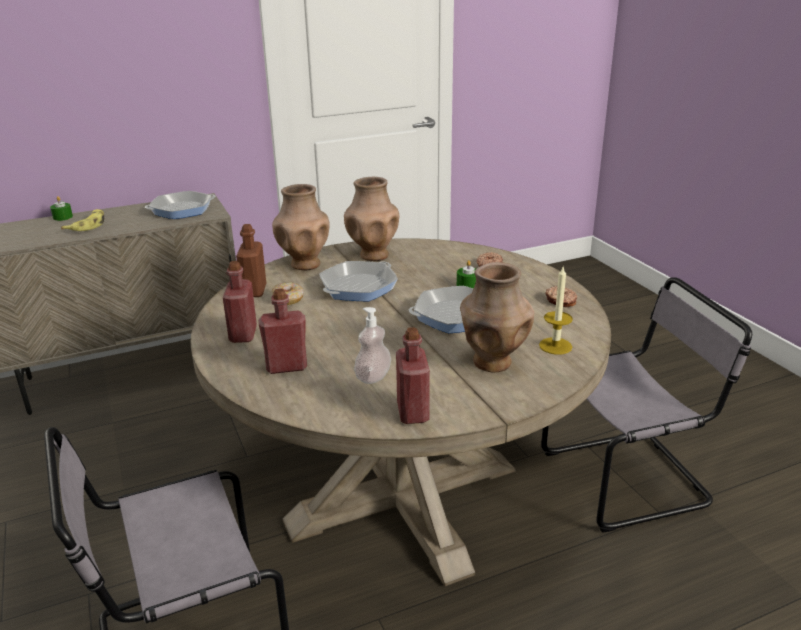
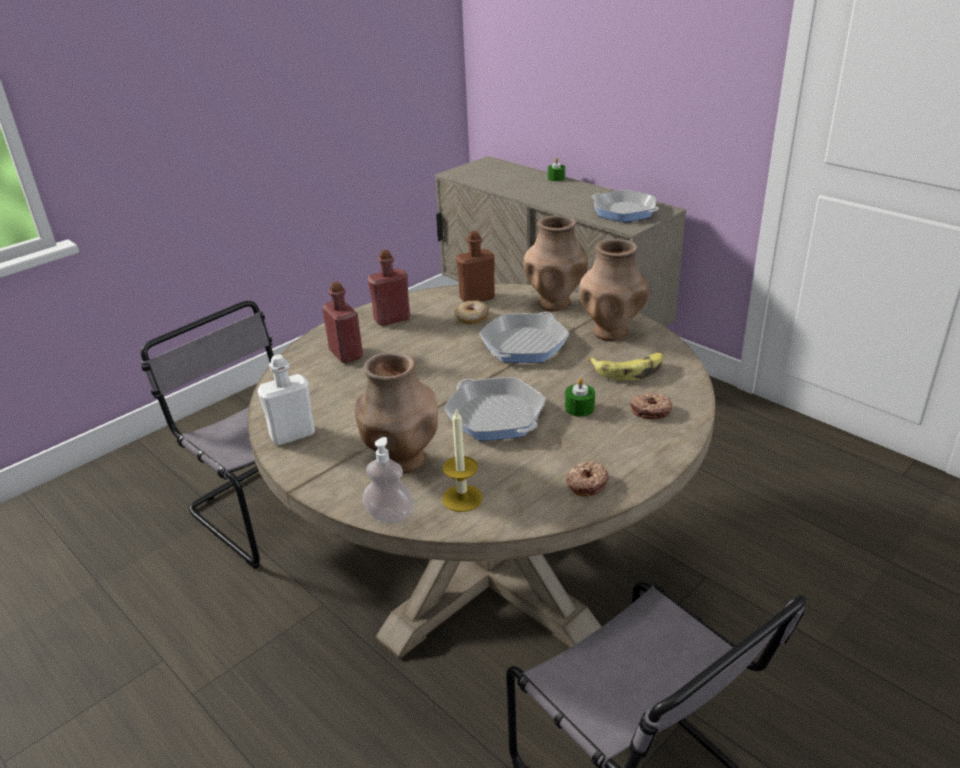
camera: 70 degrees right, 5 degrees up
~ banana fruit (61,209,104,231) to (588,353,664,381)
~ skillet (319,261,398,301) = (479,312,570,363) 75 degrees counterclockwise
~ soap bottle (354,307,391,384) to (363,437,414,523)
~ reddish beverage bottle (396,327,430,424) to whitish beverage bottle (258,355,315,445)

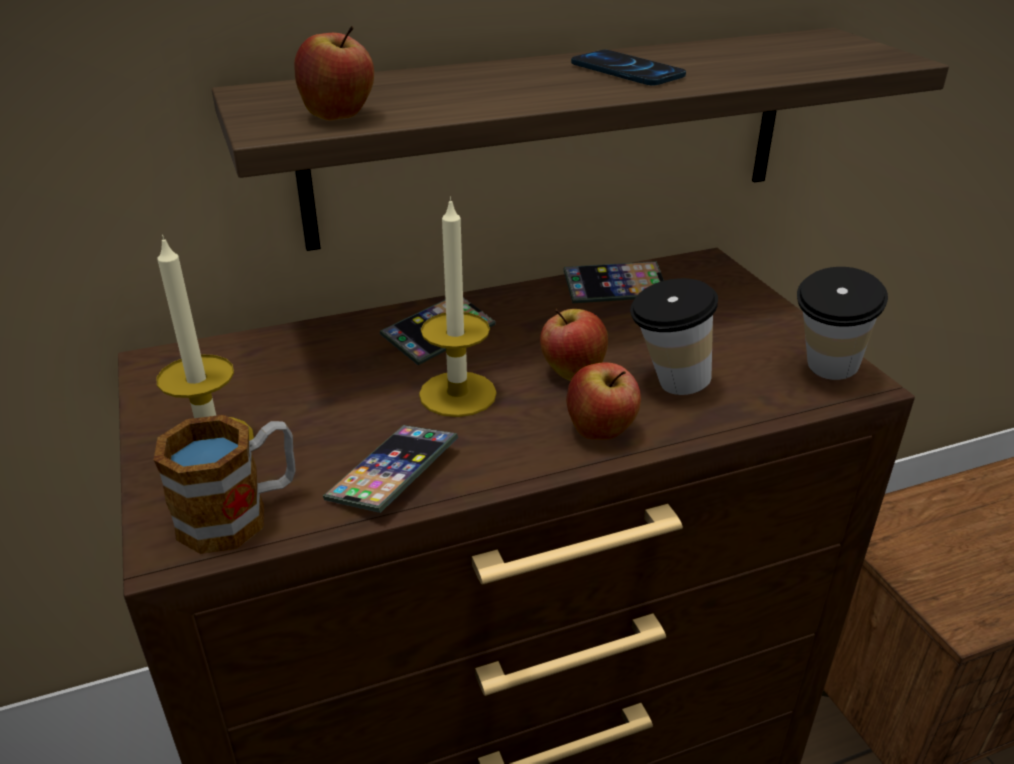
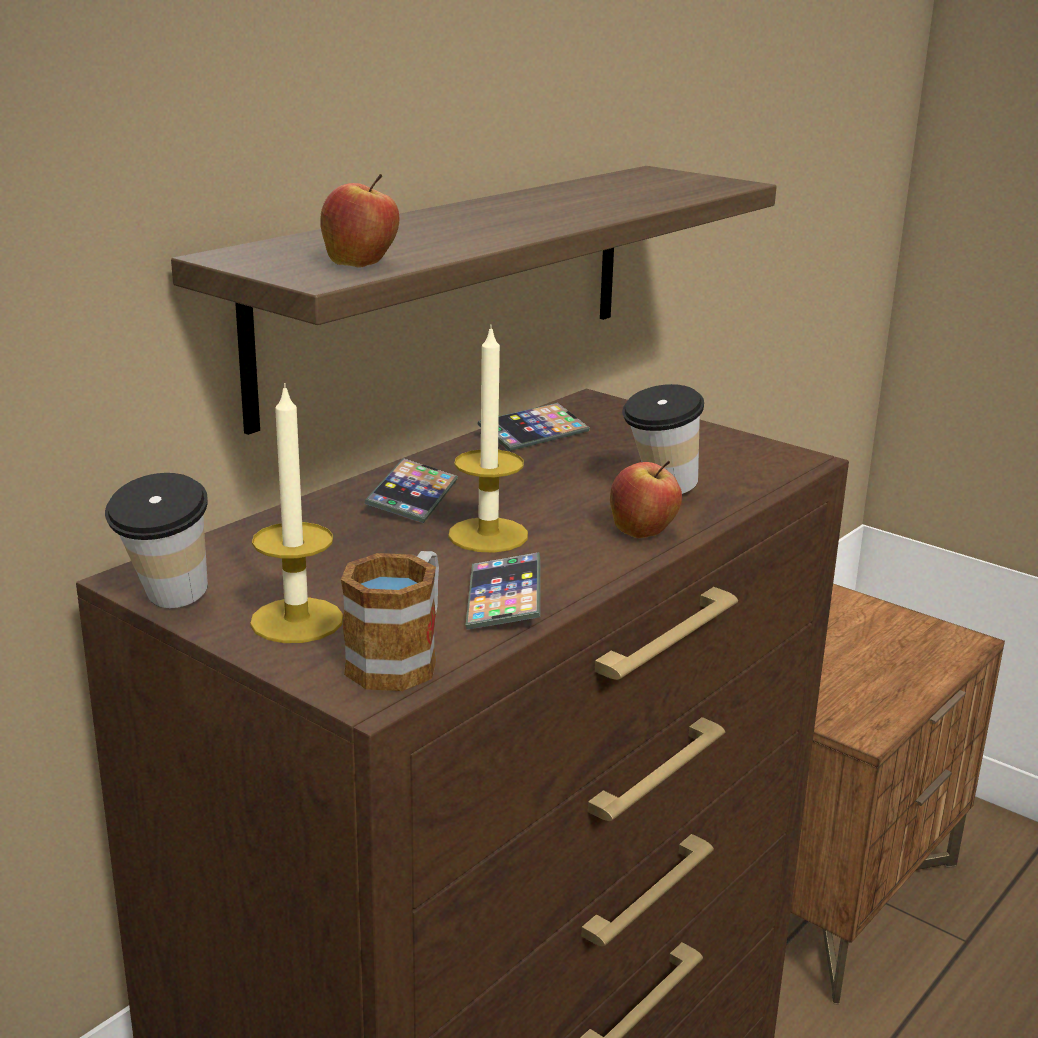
camera: 30 degrees left, 10 degrees down
- phone (571,50,686,86)
~ drinking cup (797,267,888,380) to (105,473,208,608)
- whole apple (540,309,608,381)

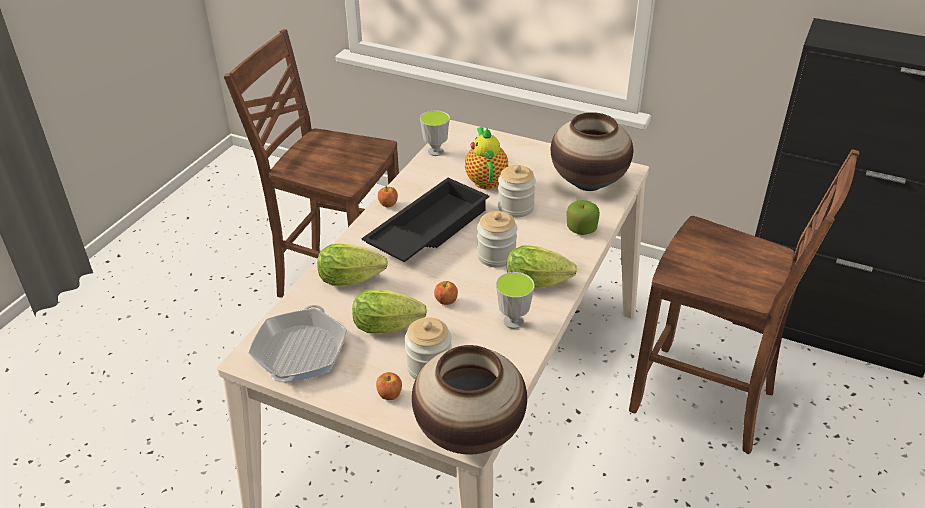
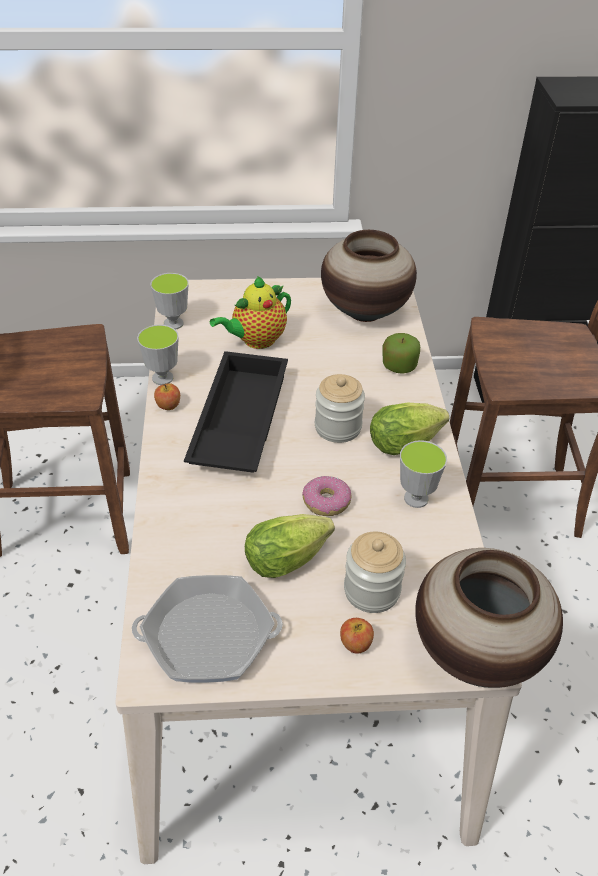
camera: 30 degrees left, 5 degrees up
~ teapot (465,127,508,189) = (210,276,291,349) 90 degrees counterclockwise
- storage jar (498,165,536,218)
- lettuce head (317,244,388,286)
~ whole apple (434,281,458,305) to ring doughnut (302,476,352,516)
~ skillet (248,305,347,383) = (132,575,283,683) 75 degrees counterclockwise
+ drinking cup (137,325,179,385)

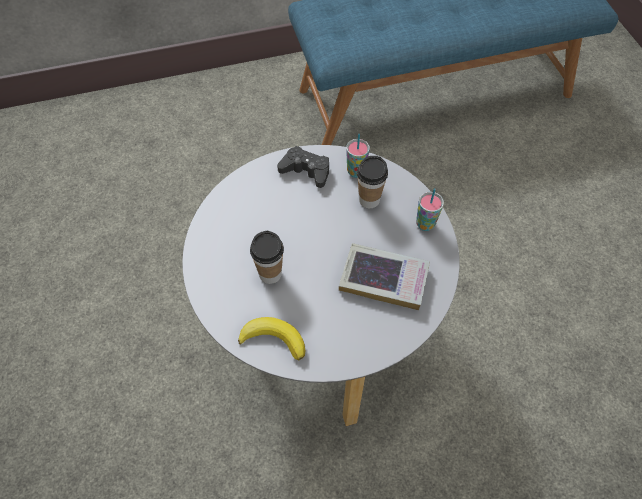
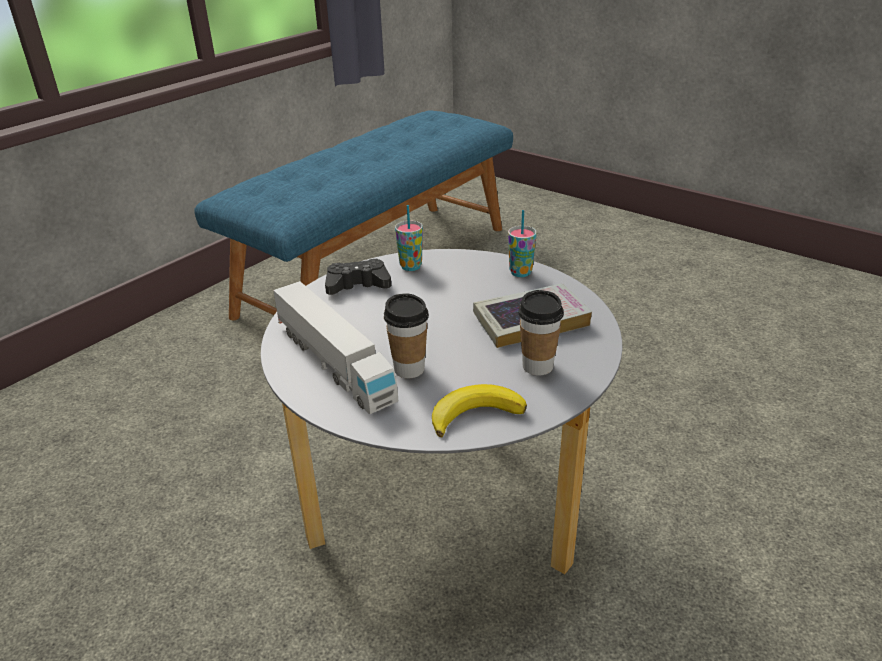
camera: 35 degrees left, 25 degrees down
~ drinking cup (357,156,388,208) to (518,290,564,376)
+ model truck (273,281,398,414)

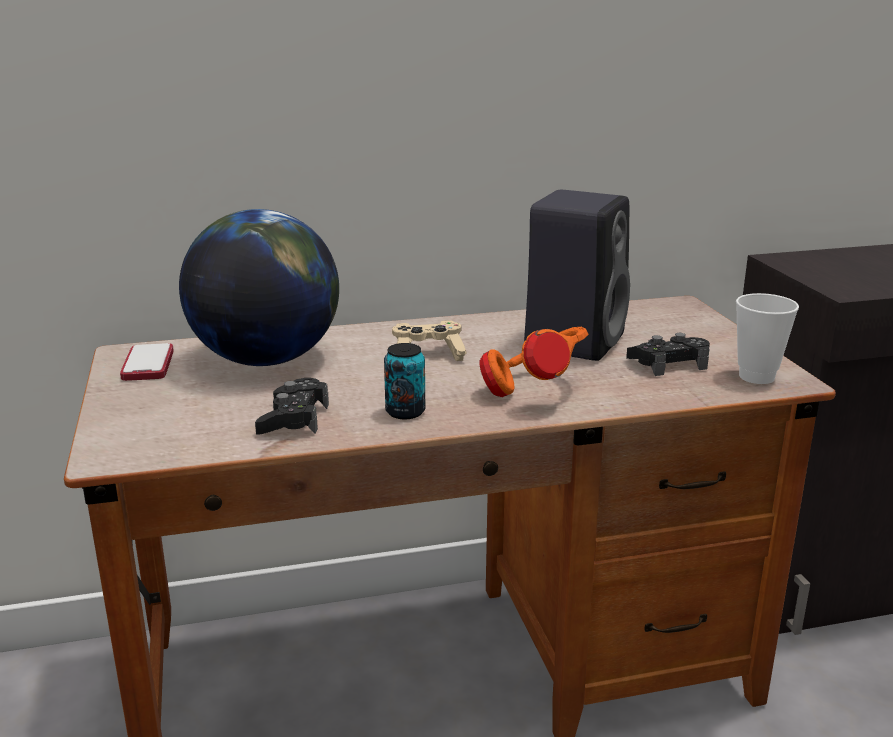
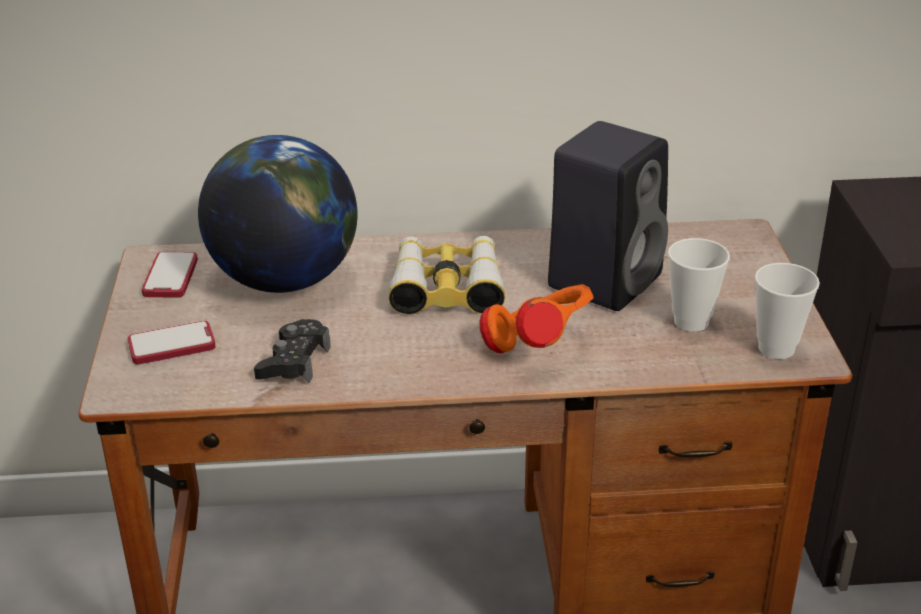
camera: 10 degrees right, 10 degrees up
~ beige-coloured game controller (392,320,467,361) to field glasses (388,236,505,315)
~ black game controller (626,333,710,376) to drinking cup (668,238,730,332)
- can (384,343,425,419)
+ phone (128,321,216,364)

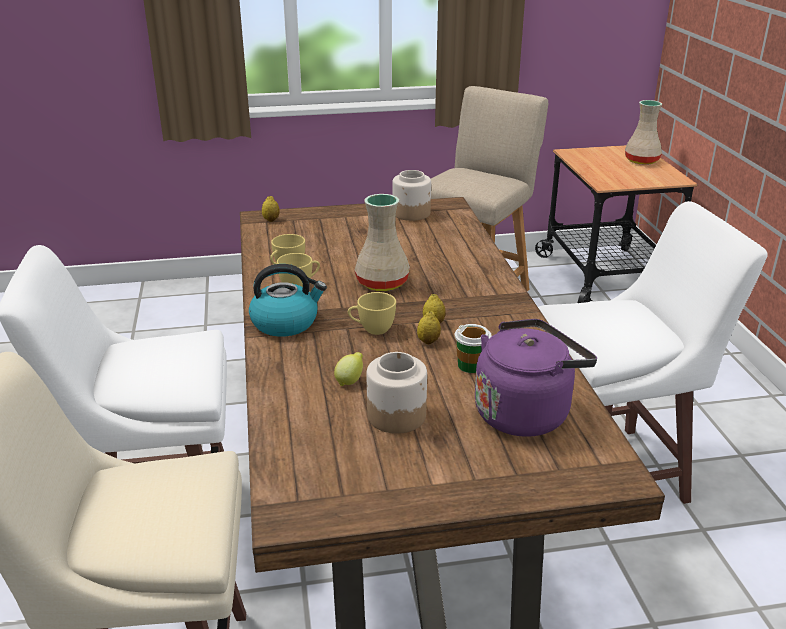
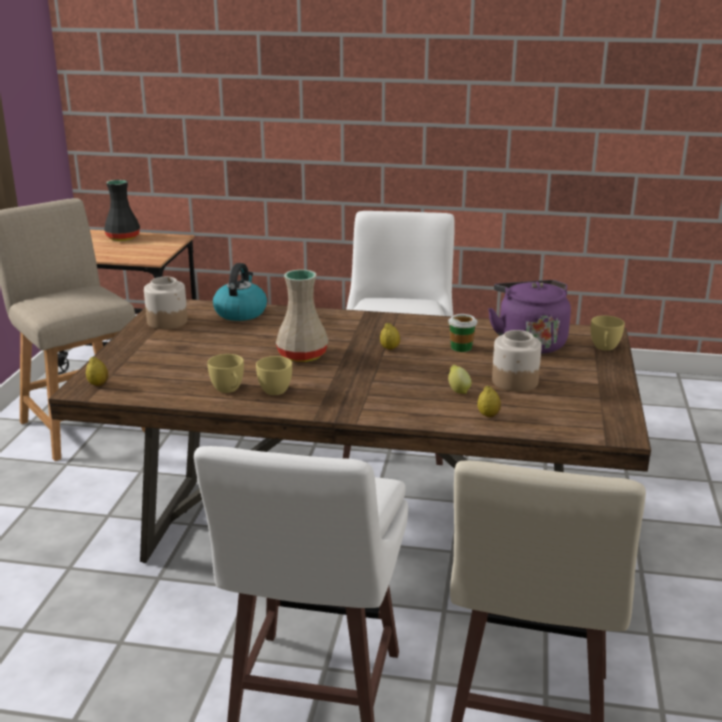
camera: 70 degrees left, 5 degrees down
~ beige-coloured vase (625,100,662,165) to black vase (104,180,140,241)
~ water kettle (249,264,327,337) to (213,263,267,321)
~ yellow drinking cup (348,292,396,335) to (591,315,625,351)
~ whole lemon (417,311,441,345) to (478,386,501,418)

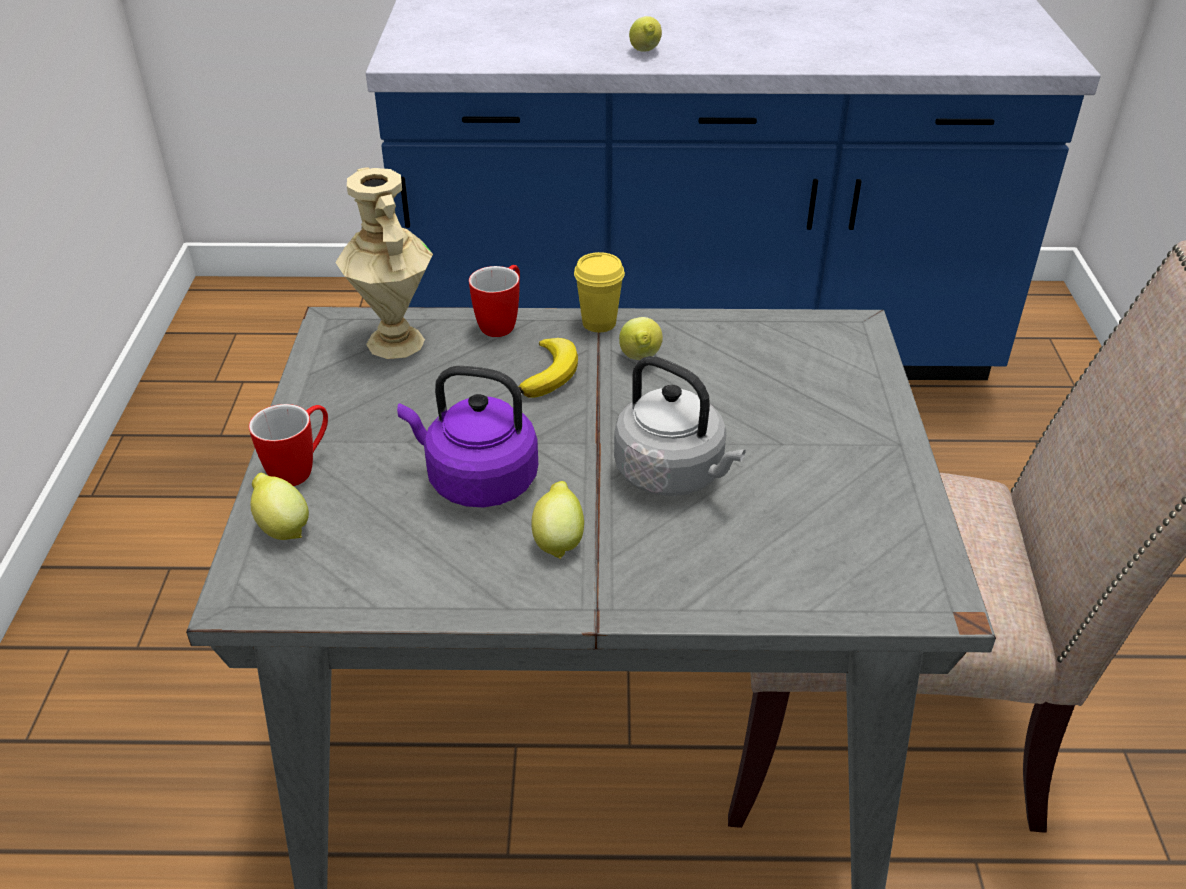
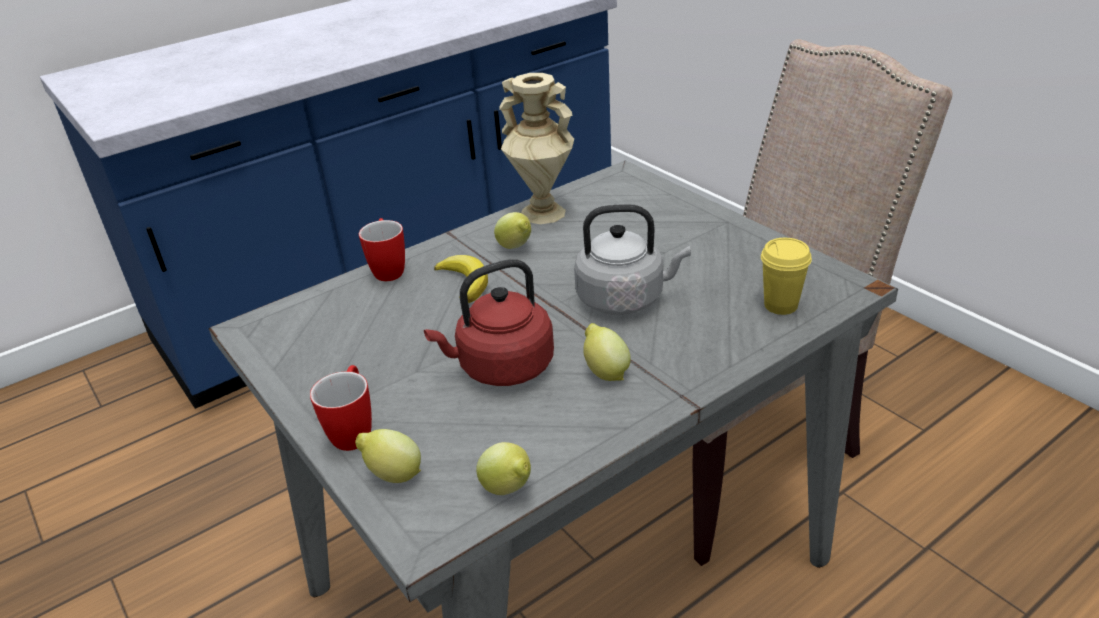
camera: 35 degrees left, 5 degrees down
~ whole lemon (629,16,662,52) to (476,442,531,495)
~ beige-coloured vase (335,167,433,359) to (500,73,574,224)
~ yellow drinking cup (574,252,625,332) to (761,238,812,315)
~ purplish water kettle (397,366,538,507) to reddish water kettle (424,259,554,386)

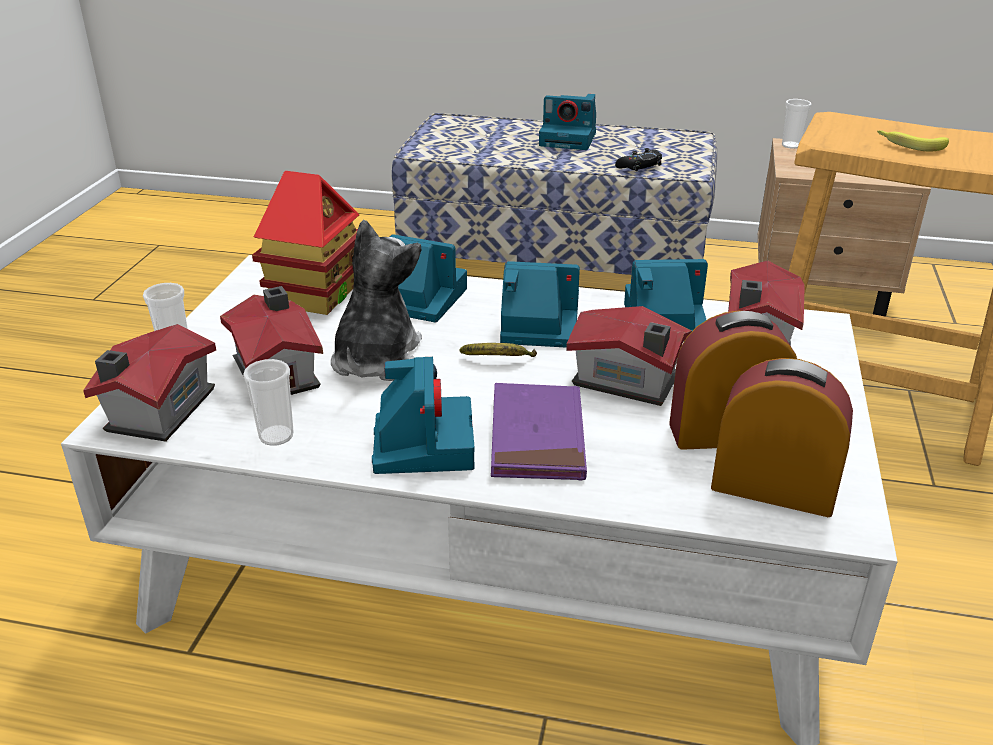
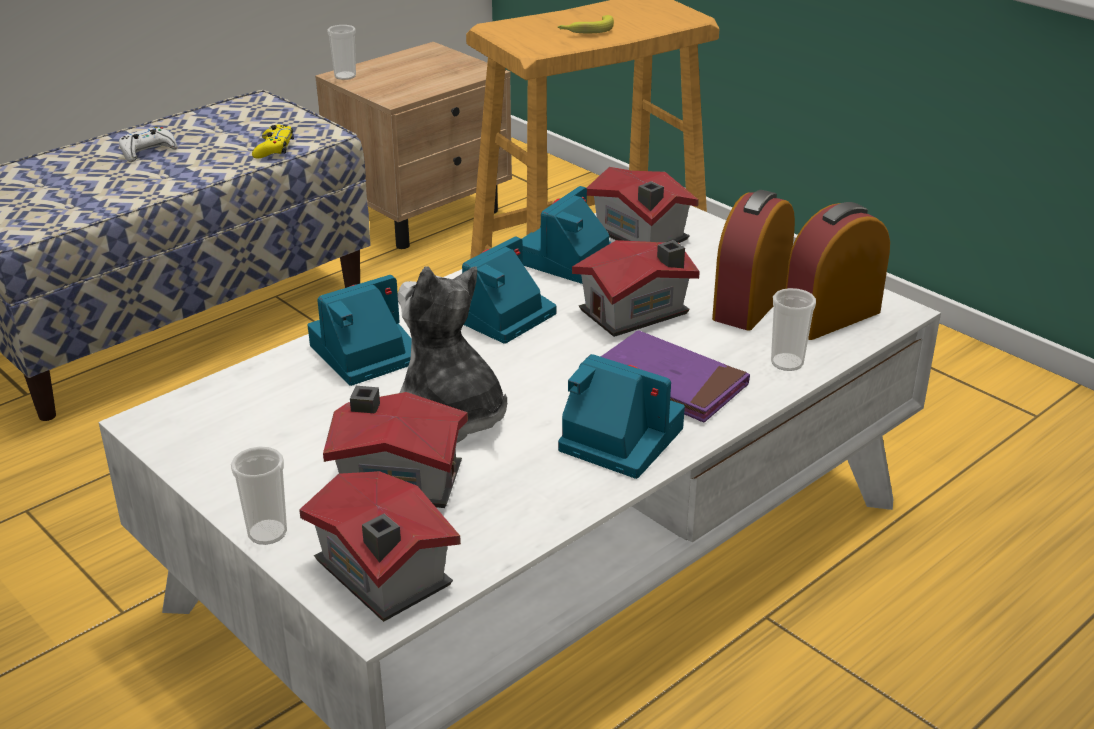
camera: 55 degrees left, 0 degrees up
~ still camera (539,94,596,150) to whitish game controller (119,127,178,162)
~ black game controller (615,148,662,171) to yellow game controller (252,125,294,159)
- model house (252,171,360,315)
- banana fruit (459,343,537,357)
~ drinking cup (243,359,294,446) to (771,288,816,371)

